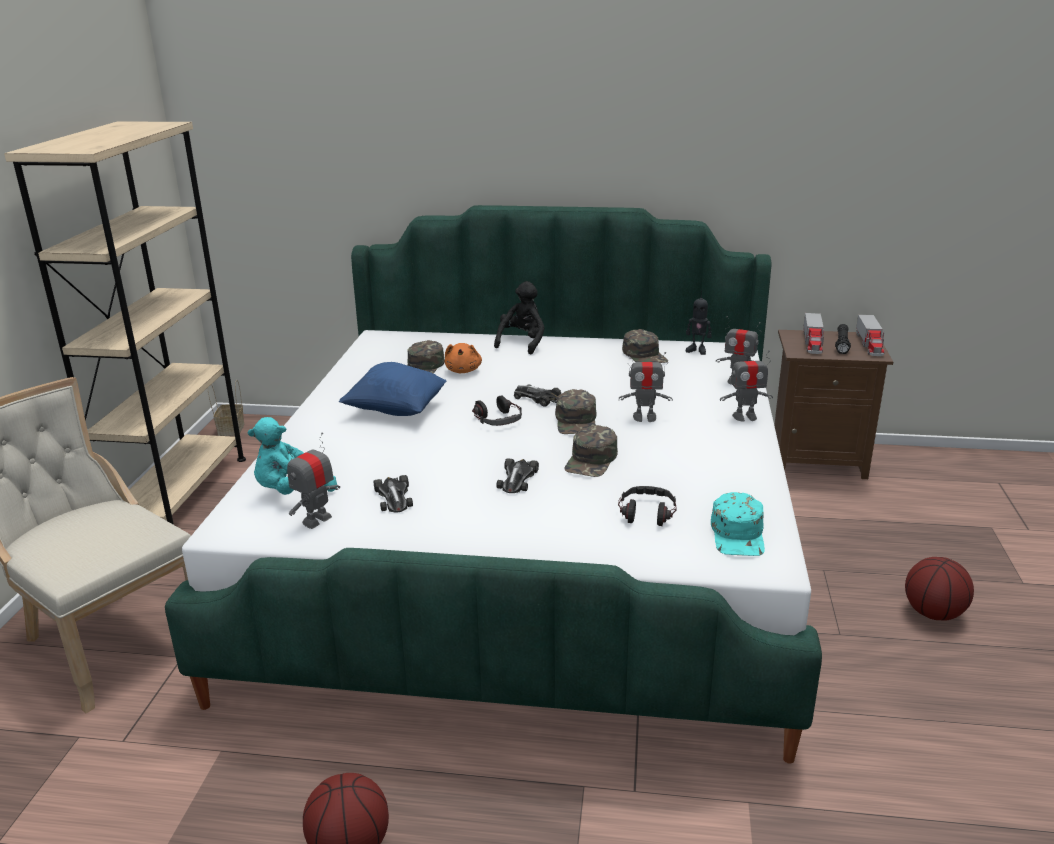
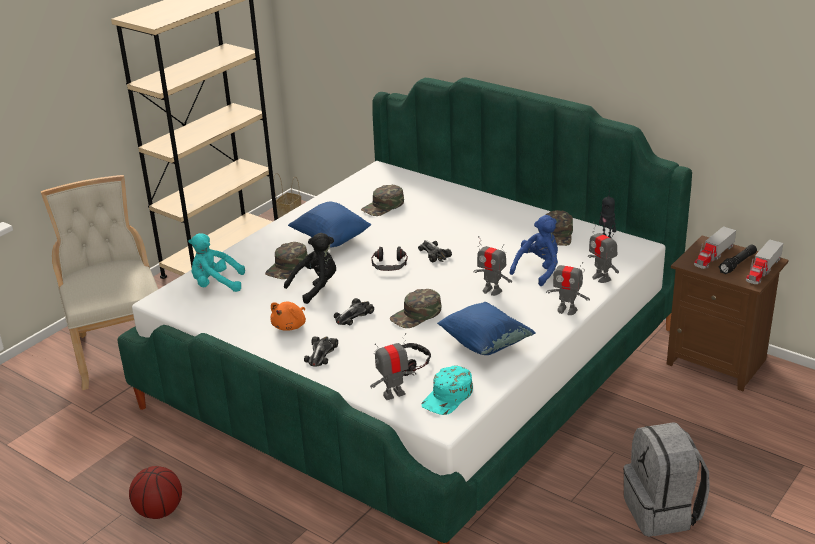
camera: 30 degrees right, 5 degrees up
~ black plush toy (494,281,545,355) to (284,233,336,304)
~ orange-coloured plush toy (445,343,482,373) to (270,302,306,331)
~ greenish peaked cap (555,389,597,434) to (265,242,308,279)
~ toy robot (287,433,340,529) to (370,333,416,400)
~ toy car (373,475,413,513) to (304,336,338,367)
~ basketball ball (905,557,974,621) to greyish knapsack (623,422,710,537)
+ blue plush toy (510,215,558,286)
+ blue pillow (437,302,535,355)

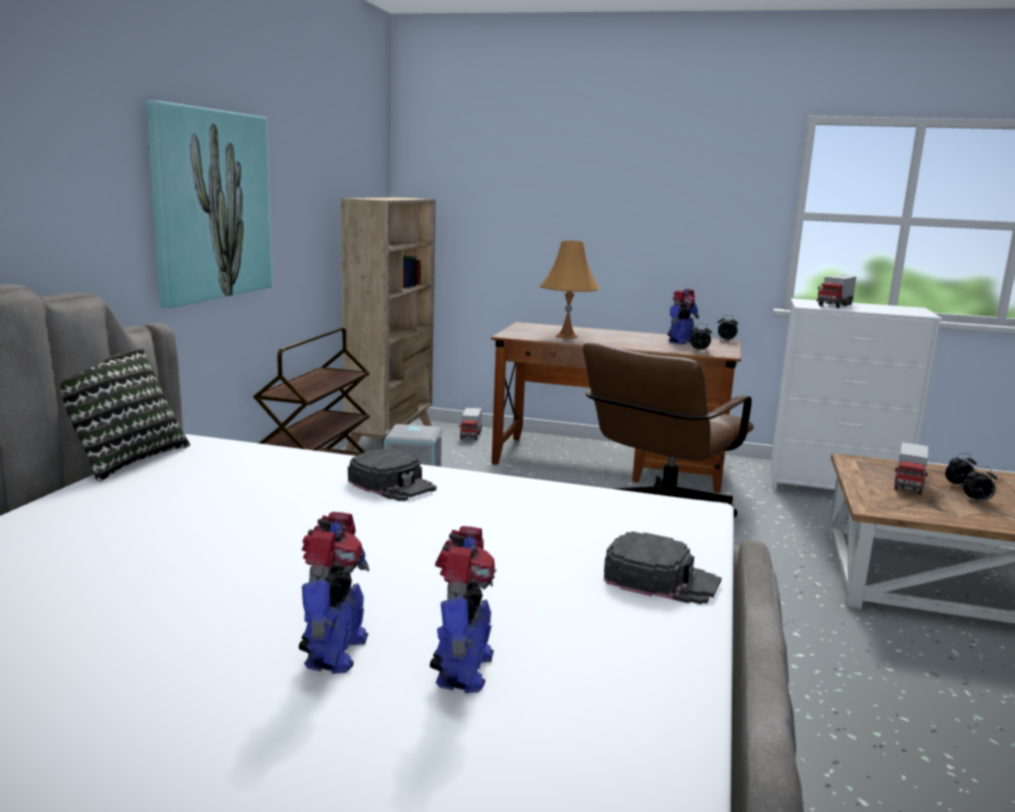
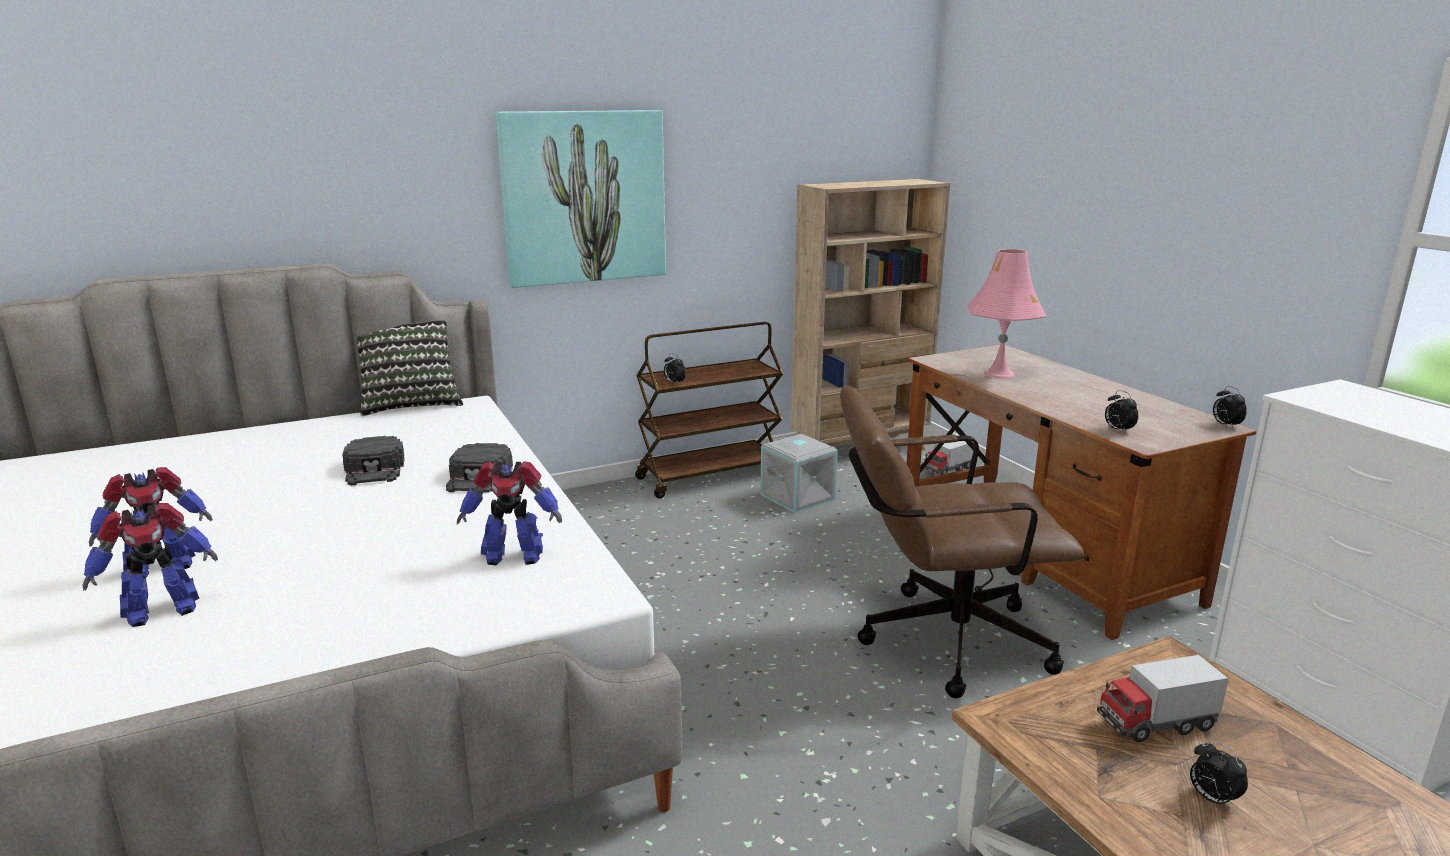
camera: 50 degrees right, 5 degrees up
~ orange-coloured tabletop lamp (540,240,600,339) to pinkish tabletop lamp (968,249,1046,378)
- model truck (817,275,856,308)
~ toy robot (667,289,699,345) to (457,461,562,565)
~ alarm clock (945,453,977,487) to (664,353,686,384)
~ black peaked cap (604,531,722,605) to (342,436,405,486)

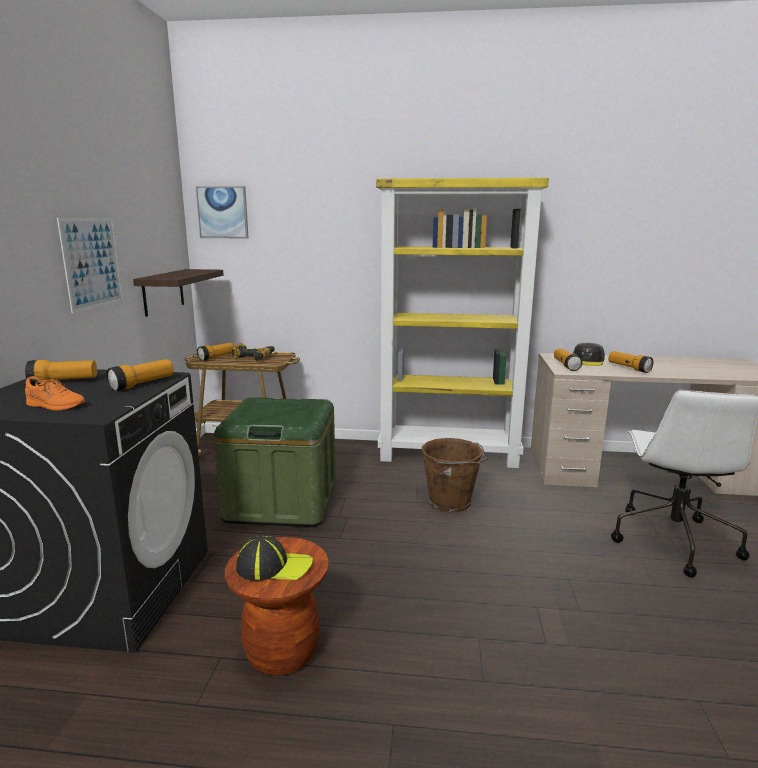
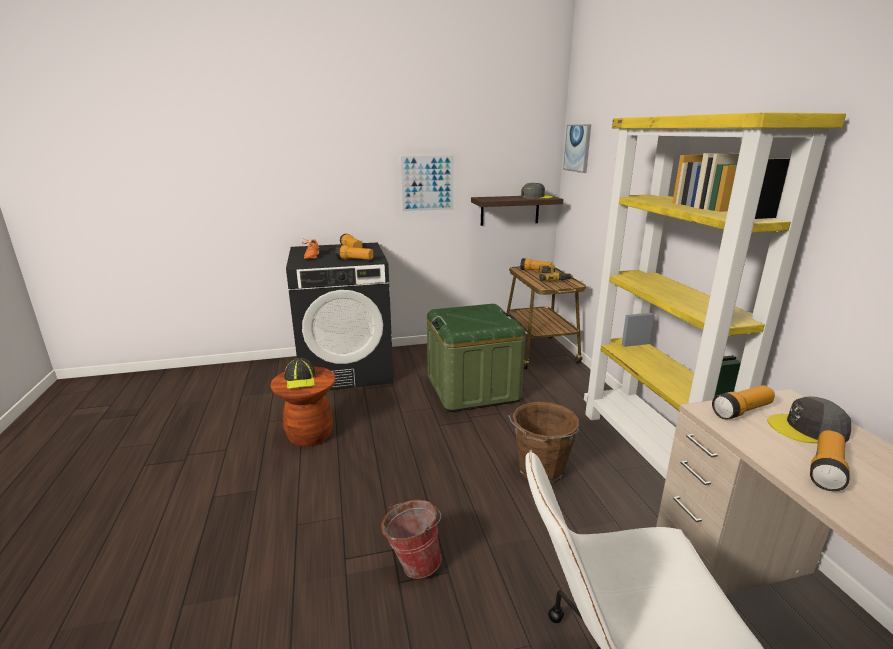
camera: 70 degrees right, 5 degrees up
+ greyish peaked cap (521,182,553,199)
+ pail (381,500,442,579)

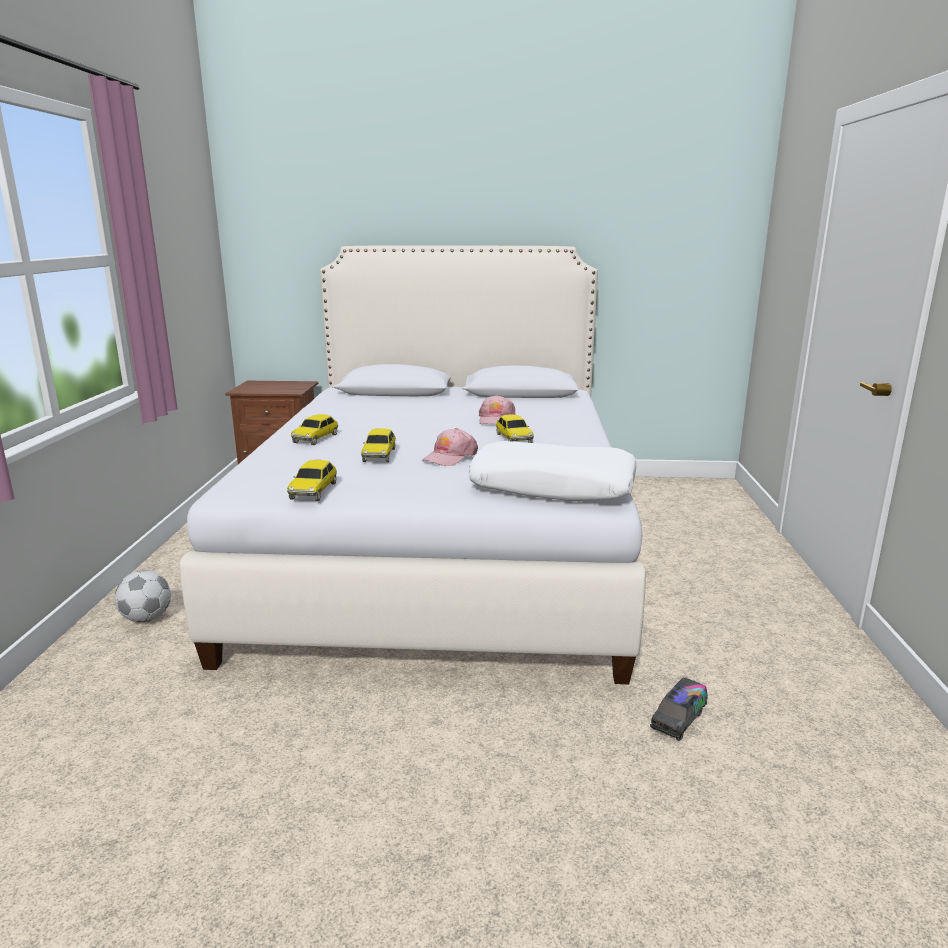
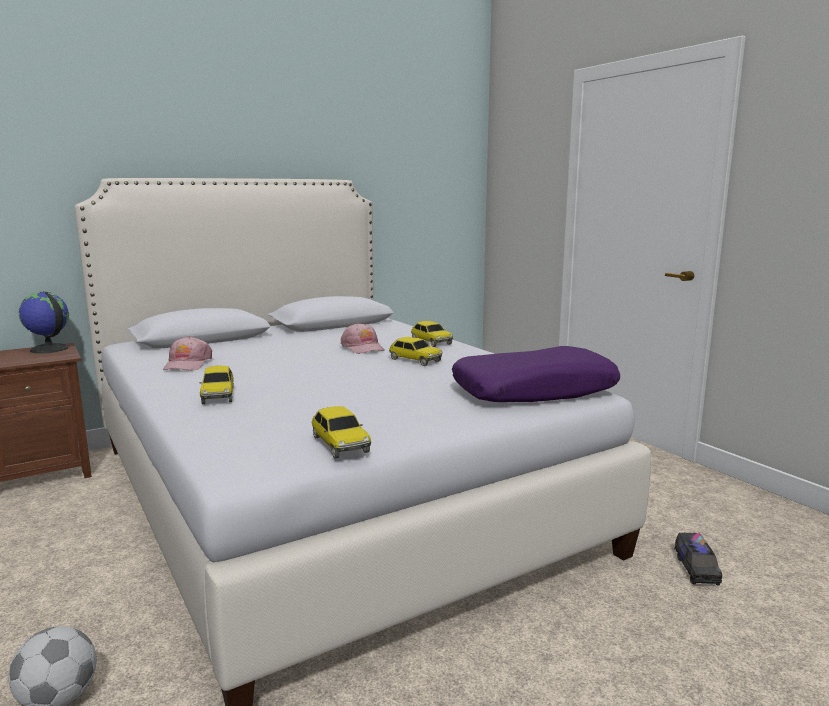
camera: 35 degrees left, 5 degrees down
~ toy car (361,428,396,462) to (411,321,453,347)
~ pinkish peaked cap (422,428,478,466) to (163,336,212,370)
~ whitish pillow (469,441,637,501) to purplish pillow (452,346,620,402)
+ globe (19,292,69,354)

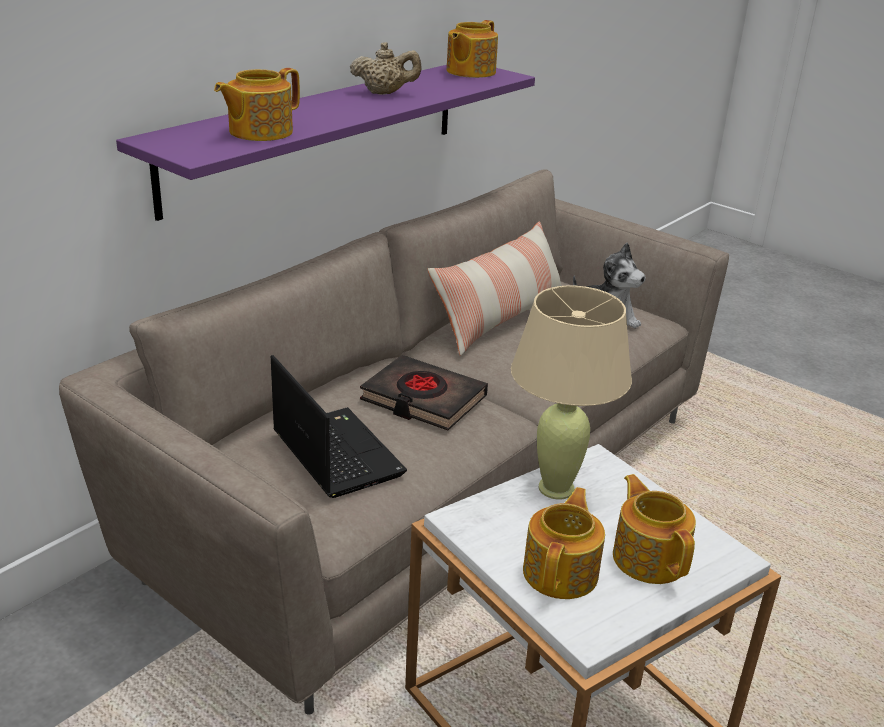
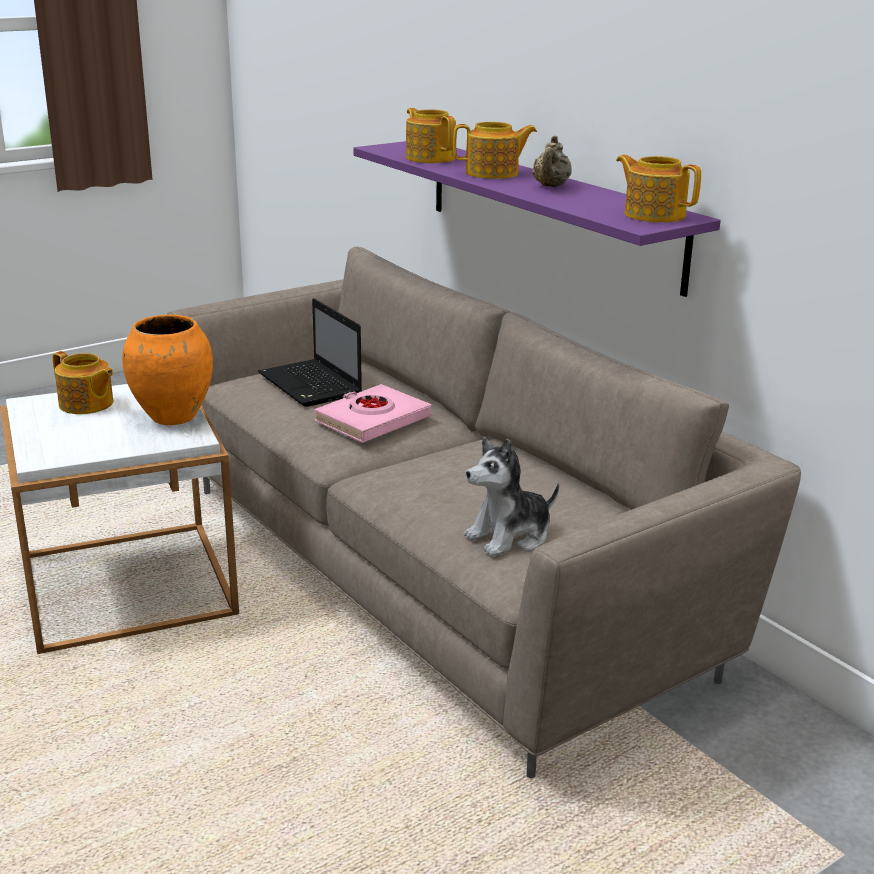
camera: 105 degrees right, 5 degrees down
- pillow (427,221,562,356)
~ beige-coloured tabletop lamp (511,285,632,500) to orange-coloured vase (122,315,213,425)
~ portable computer (271,355,407,498) = (258,299,362,407) 75 degrees clockwise
~ black volume (360,355,488,431) to pinkish volume (314,384,431,443)
~ teapot (613,474,696,584) to (453,122,537,179)

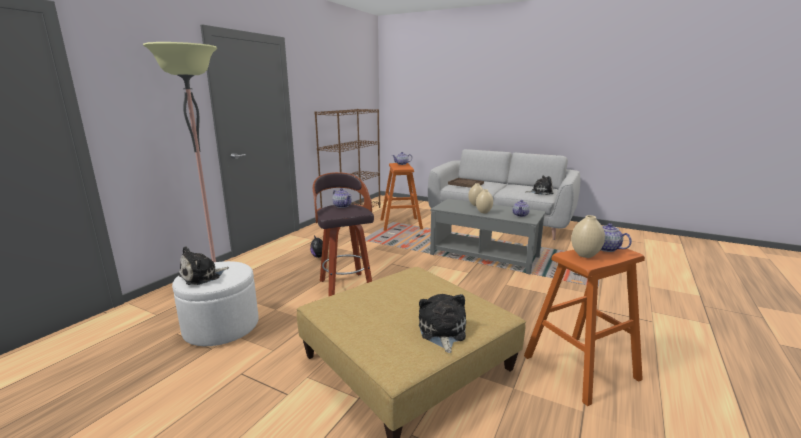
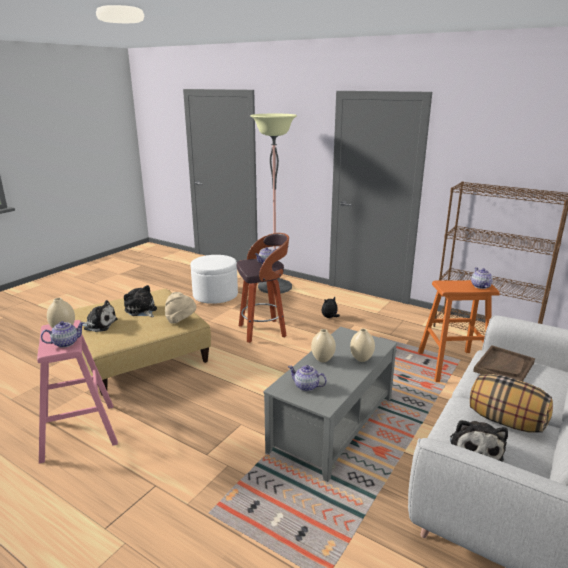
camera: 95 degrees right, 5 degrees up
~ plush toy (179,246,229,285) to (124,285,157,317)
~ orange-coloured sitting stool (524,249,645,406) to pinkish sitting stool (37,320,118,464)
+ beige-coloured hat (165,292,196,324)
+ pillow (470,374,553,433)

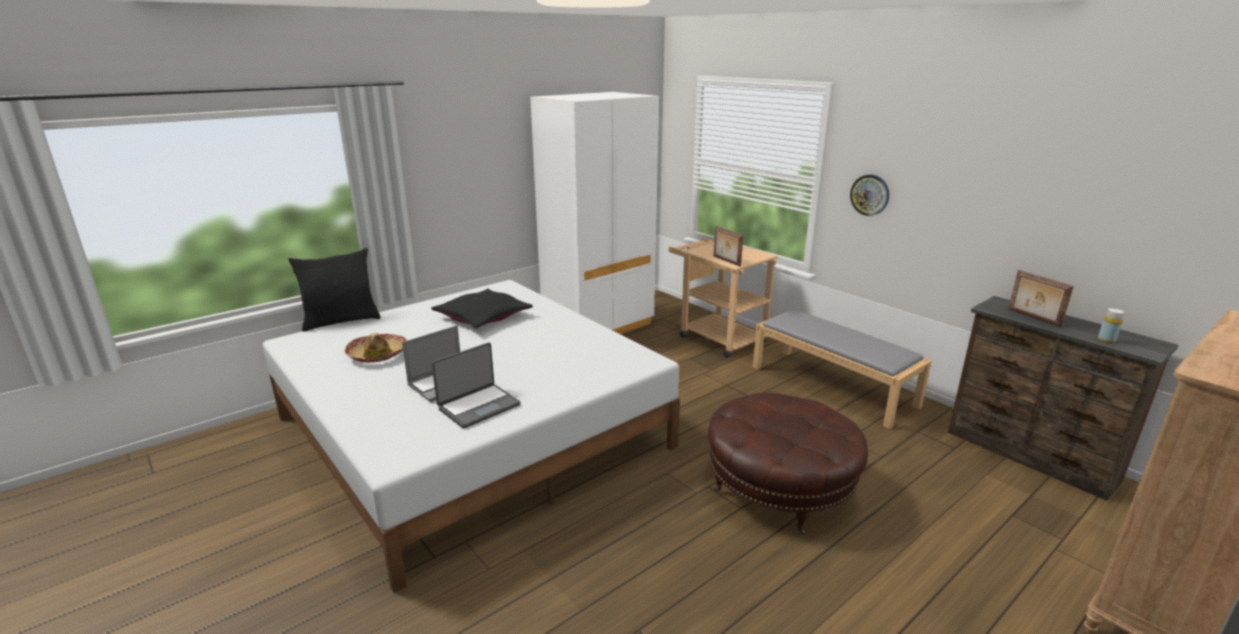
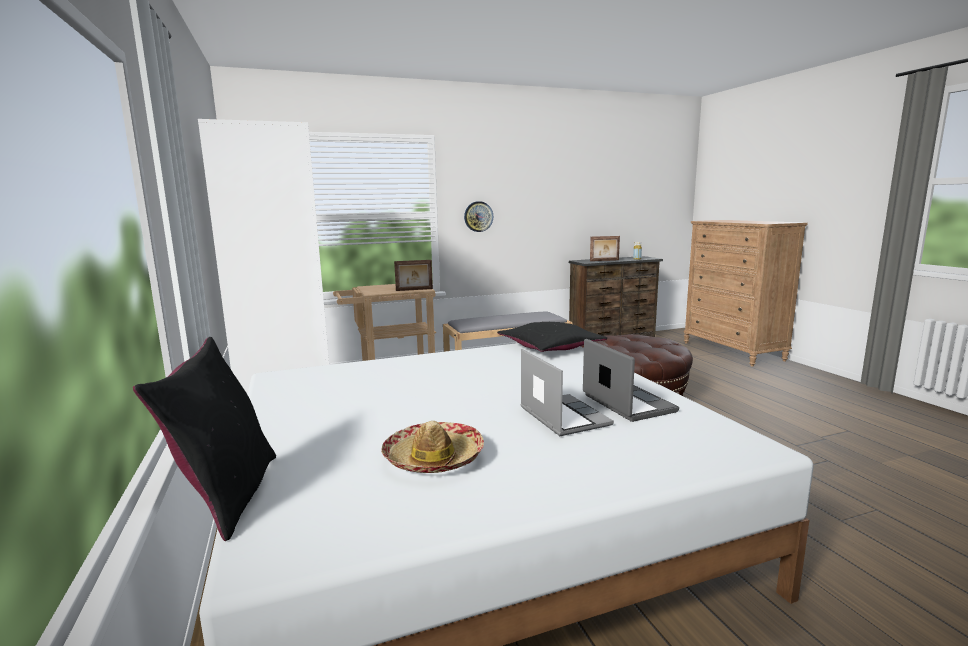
camera: 70 degrees left, 10 degrees down
~ black pillow (431,289,533,328) to (497,322,607,352)

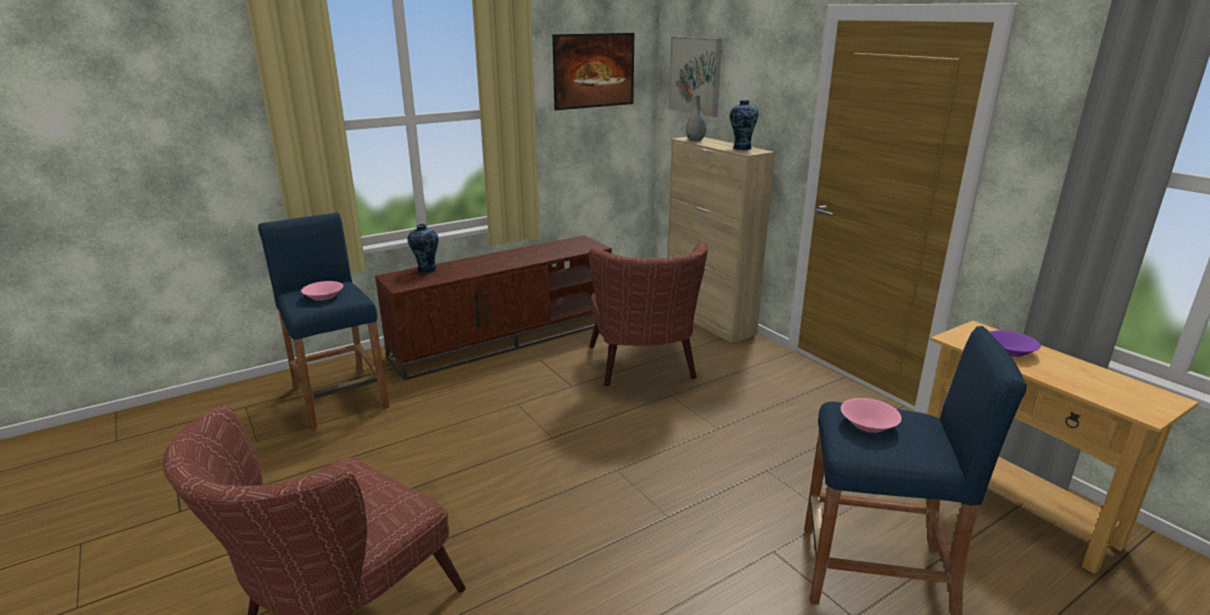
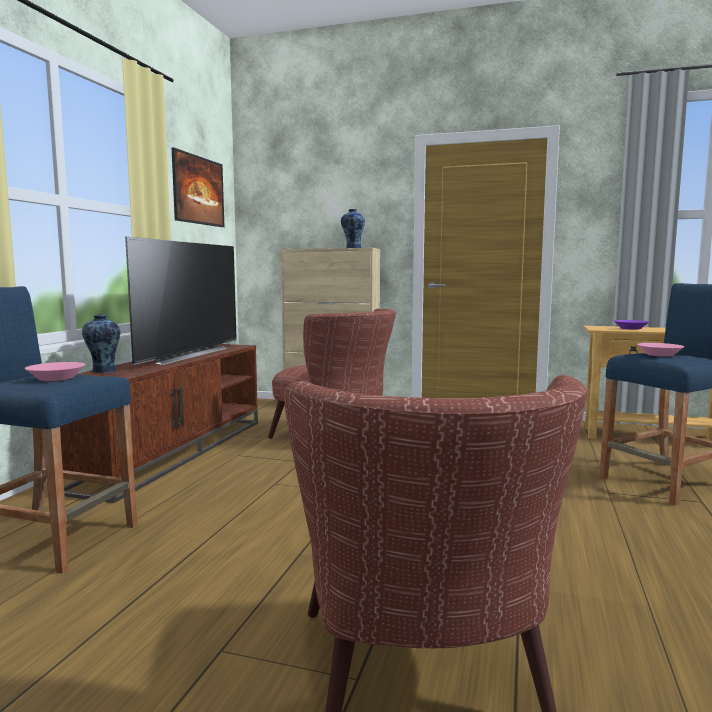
camera: 40 degrees left, 15 degrees down
- wall picture (668,36,722,118)
- greyish vase (686,95,706,141)
+ TV set (125,237,237,365)

